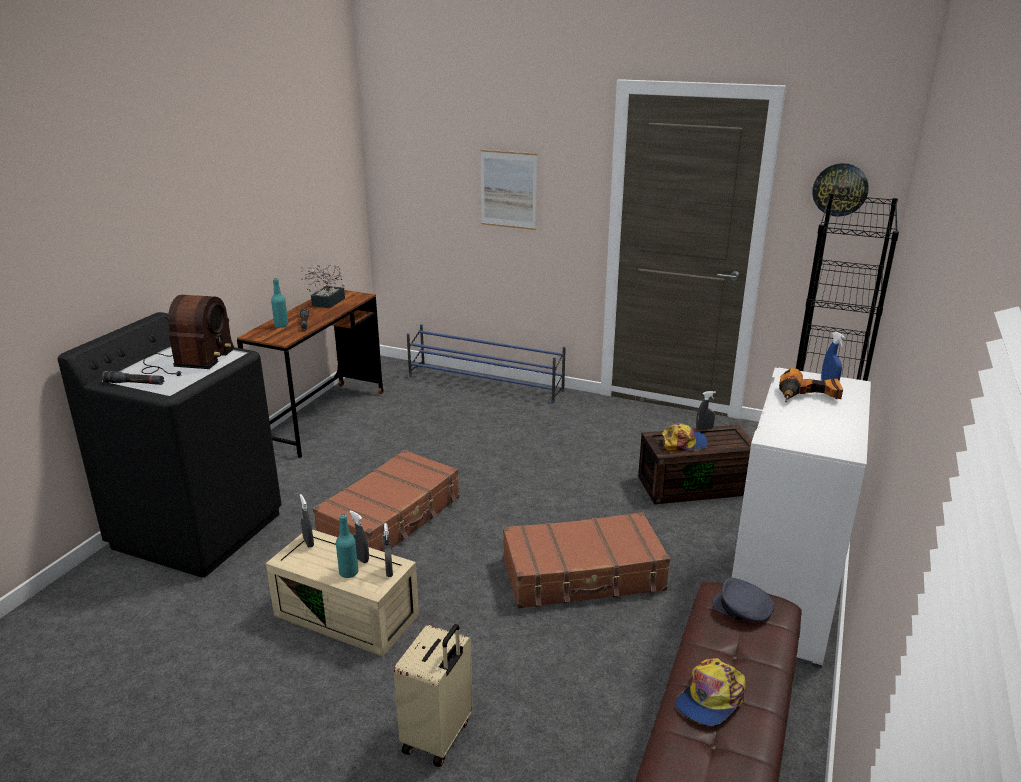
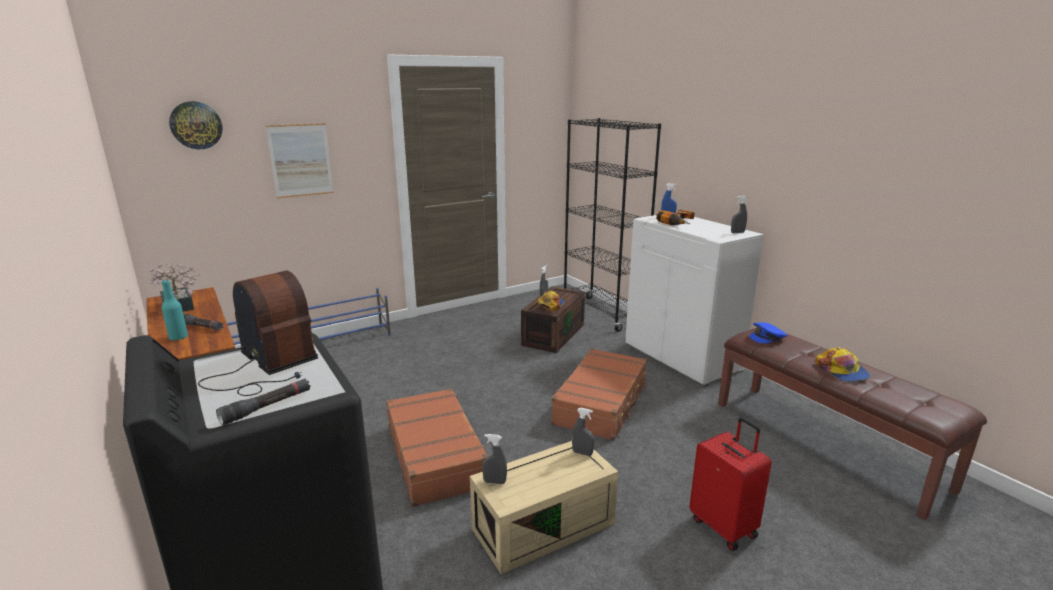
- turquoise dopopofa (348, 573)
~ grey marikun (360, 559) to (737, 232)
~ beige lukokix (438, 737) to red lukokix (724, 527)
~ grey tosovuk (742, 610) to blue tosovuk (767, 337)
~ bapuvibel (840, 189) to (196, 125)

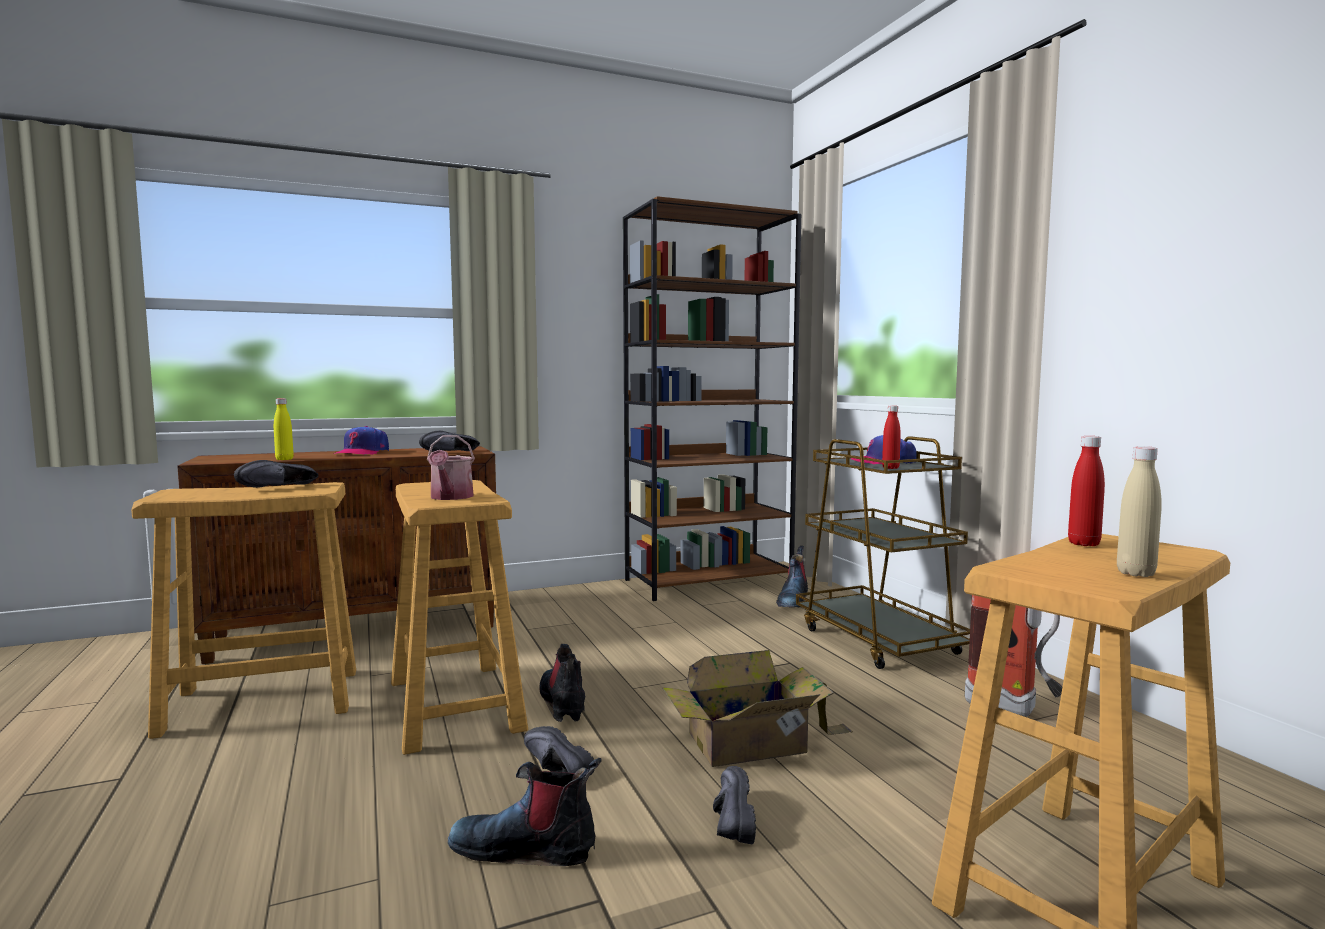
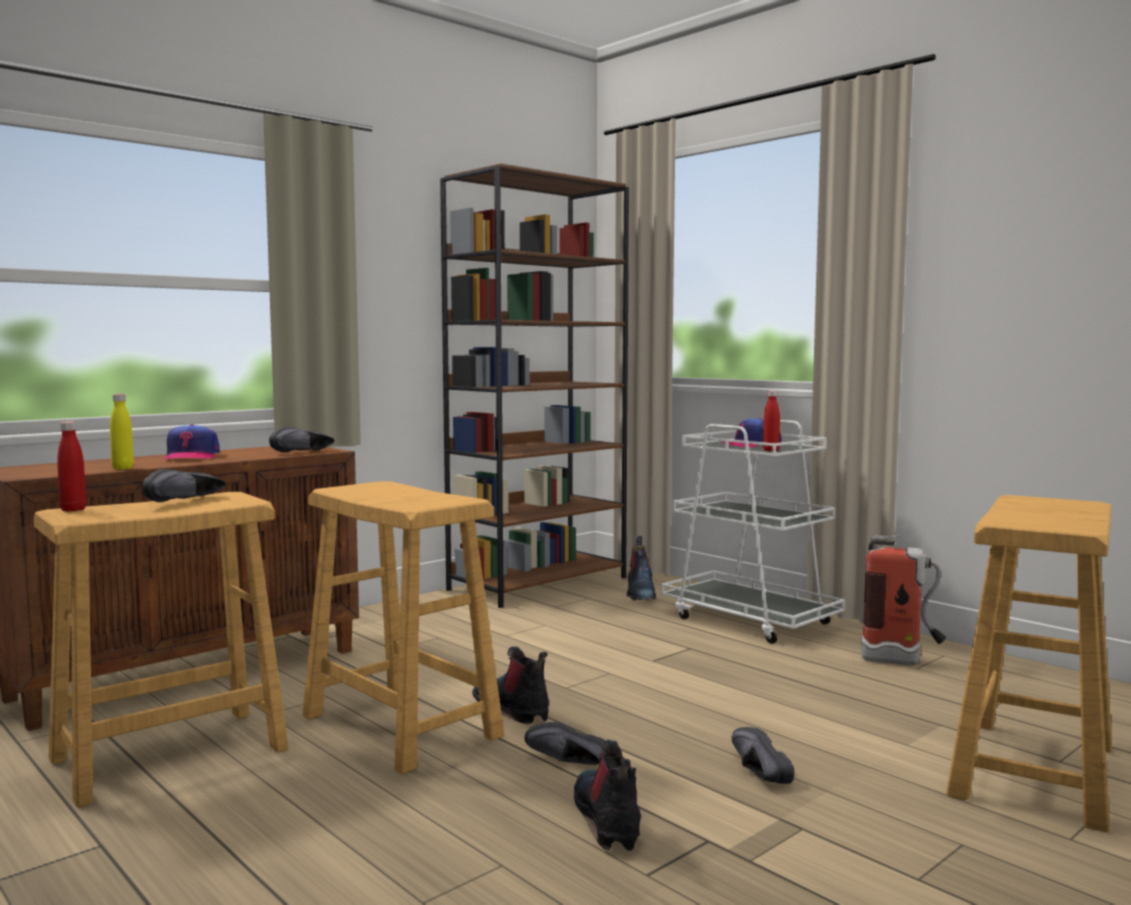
- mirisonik (450, 497)
~ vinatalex (526, 849) = (608, 820) 90 degrees clockwise
- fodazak (752, 743)
~ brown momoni (878, 640) to white momoni (750, 620)
~ red dopopofa (1083, 544) to (73, 509)
- beige dopopofa (1135, 573)

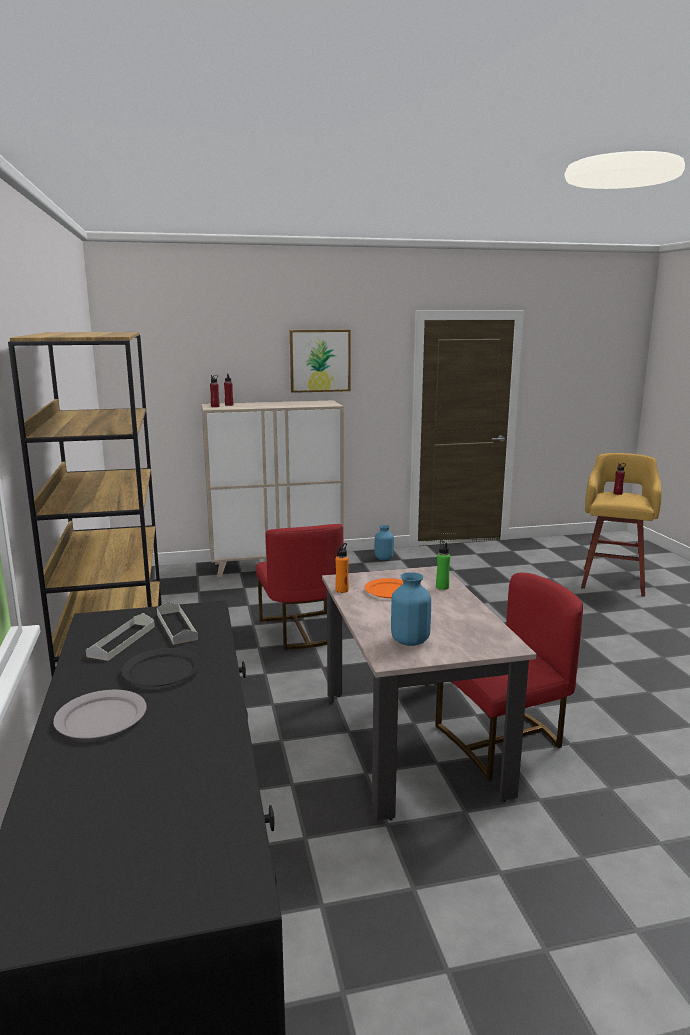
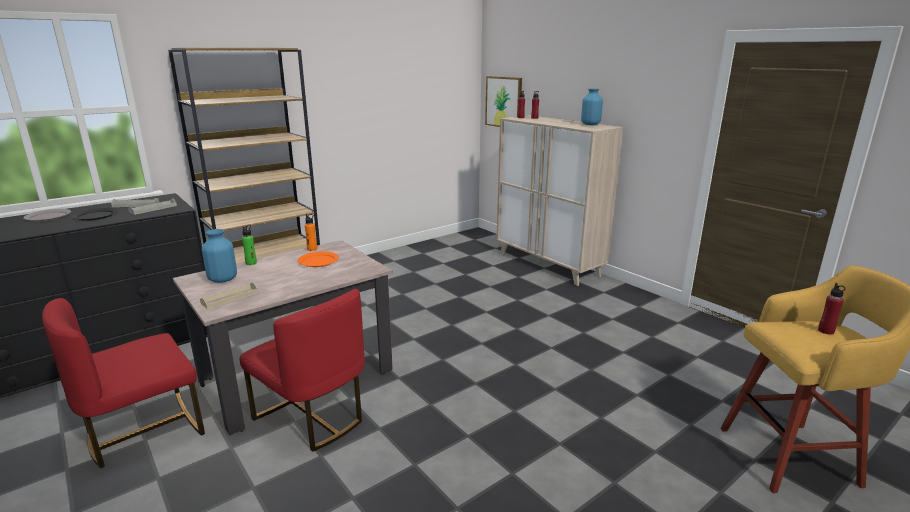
~ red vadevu (300, 631) to (144, 431)
~ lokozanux (320, 361) to (504, 102)
~ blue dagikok (384, 558) to (590, 124)
~ green dopopofa (442, 587) to (251, 263)
+ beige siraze (230, 298)

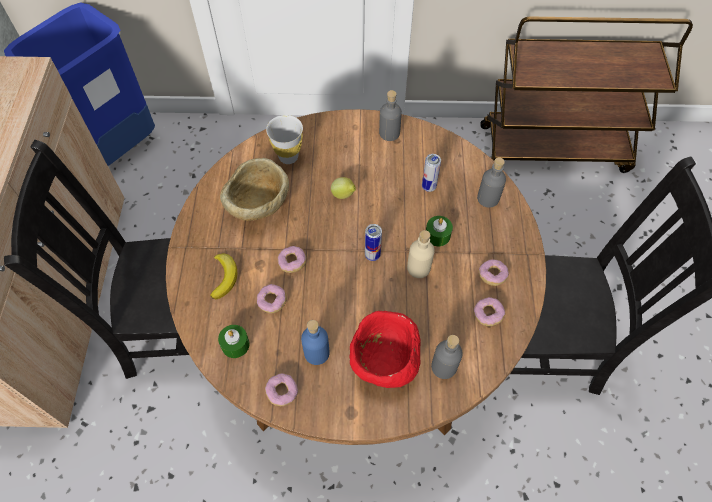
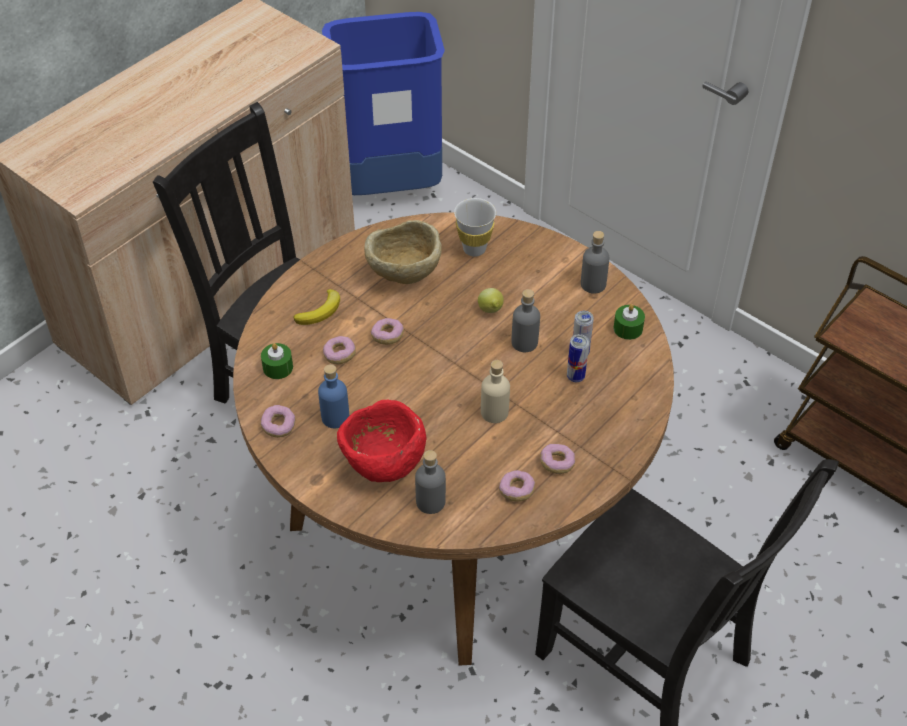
~ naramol (372, 255) to (575, 377)
~ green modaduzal (437, 235) to (628, 328)
~ grey dopopofa (488, 198) to (524, 342)

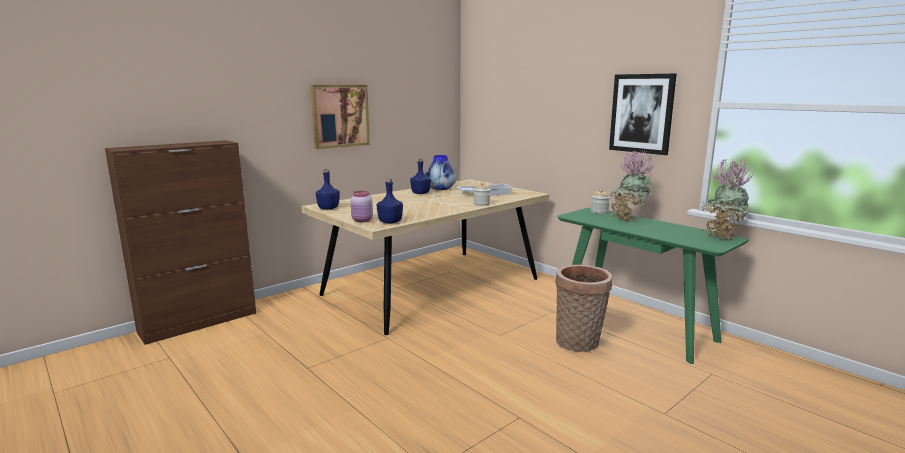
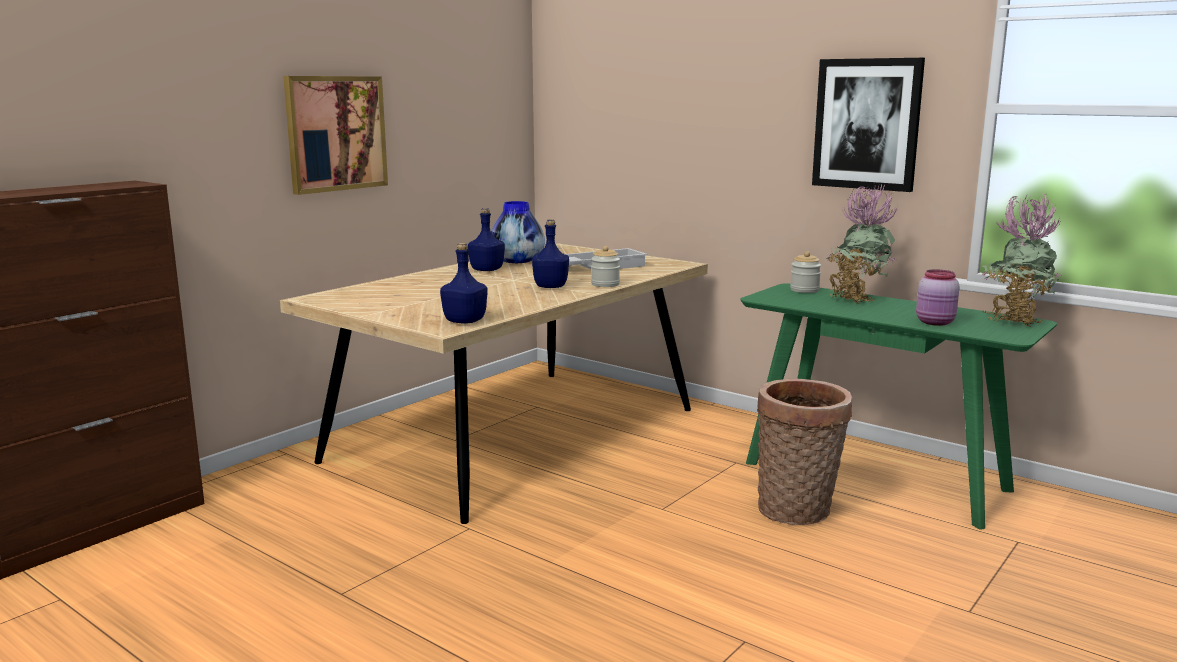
~ blue dopopofa (328, 208) to (551, 287)
~ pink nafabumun (362, 220) to (936, 322)

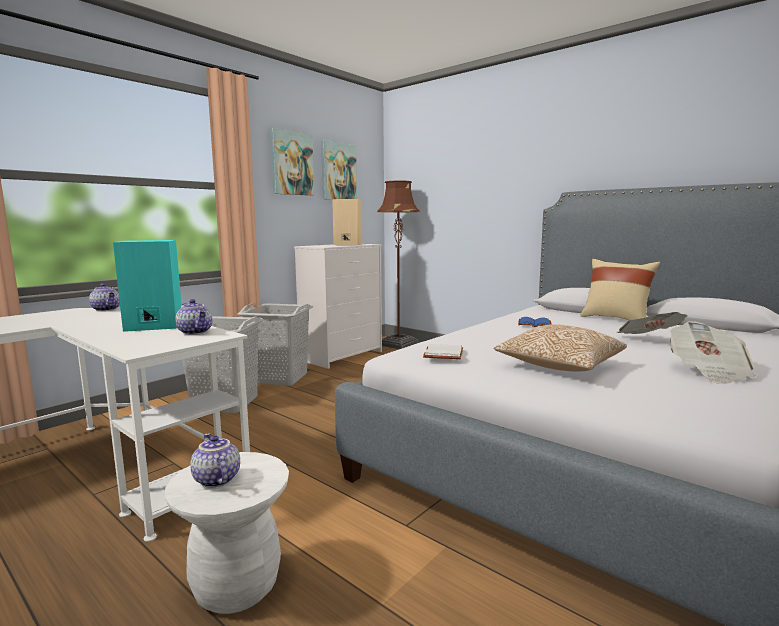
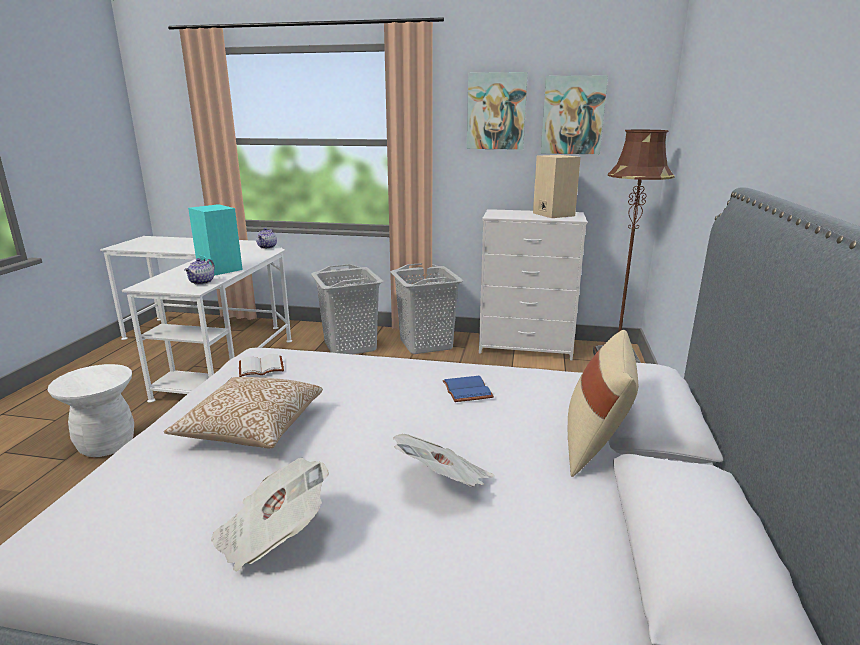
- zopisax (215, 479)

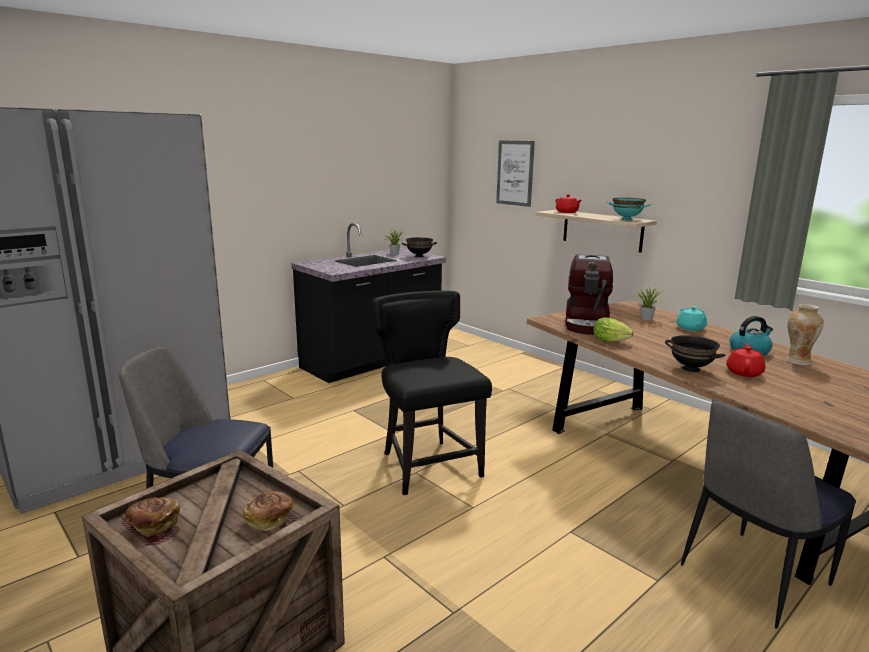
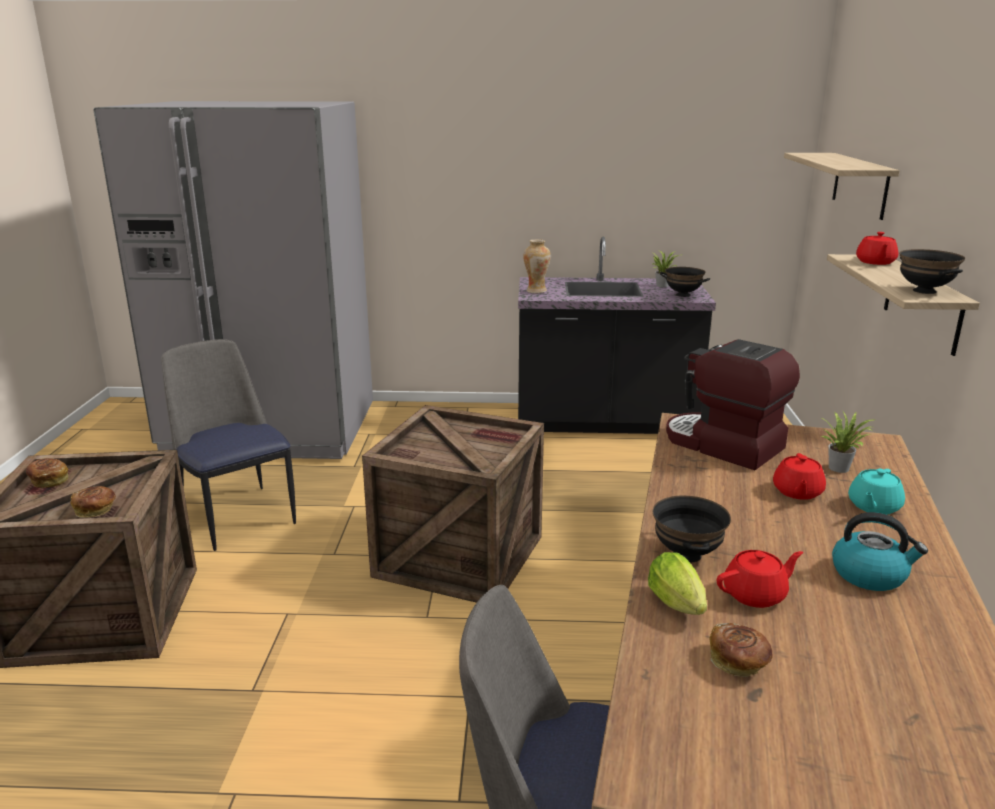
~ black vadevu (428, 465) to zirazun (462, 555)
~ lokozanux (515, 173) to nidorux (860, 185)
~ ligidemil (587, 323) = (722, 445) 75 degrees clockwise
~ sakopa (612, 341) to (679, 607)
~ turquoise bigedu (626, 219) to black bigedu (923, 291)
~ dagikok (797, 361) to (536, 291)
+ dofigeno (738, 663)
+ red zopisax (797, 492)

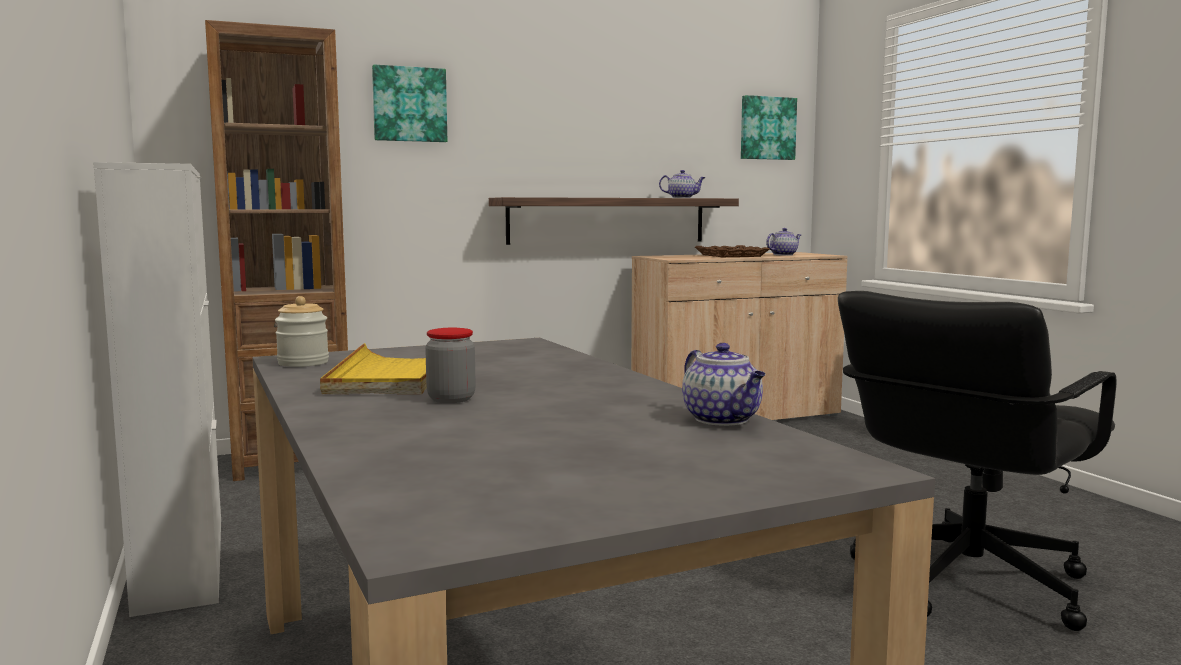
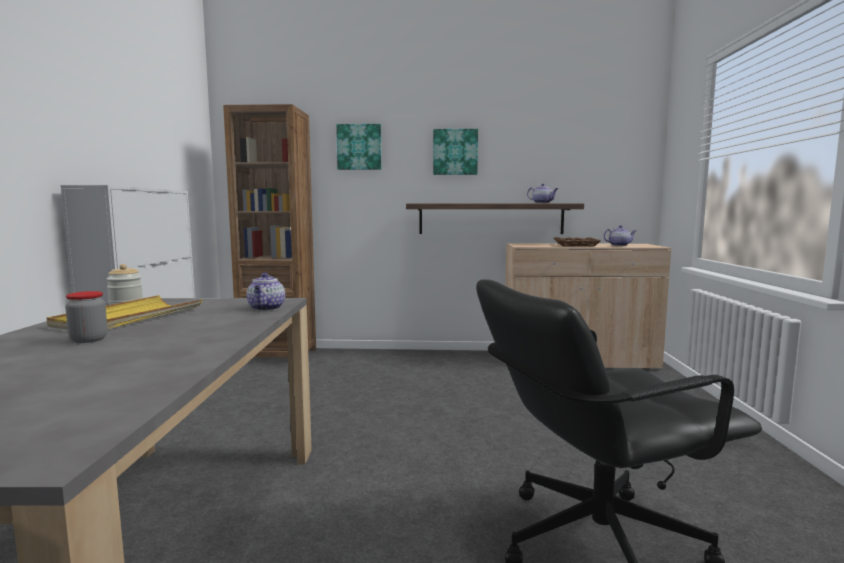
~ zopisax (723, 420) to (266, 308)
~ lokozanux (767, 128) to (455, 152)

